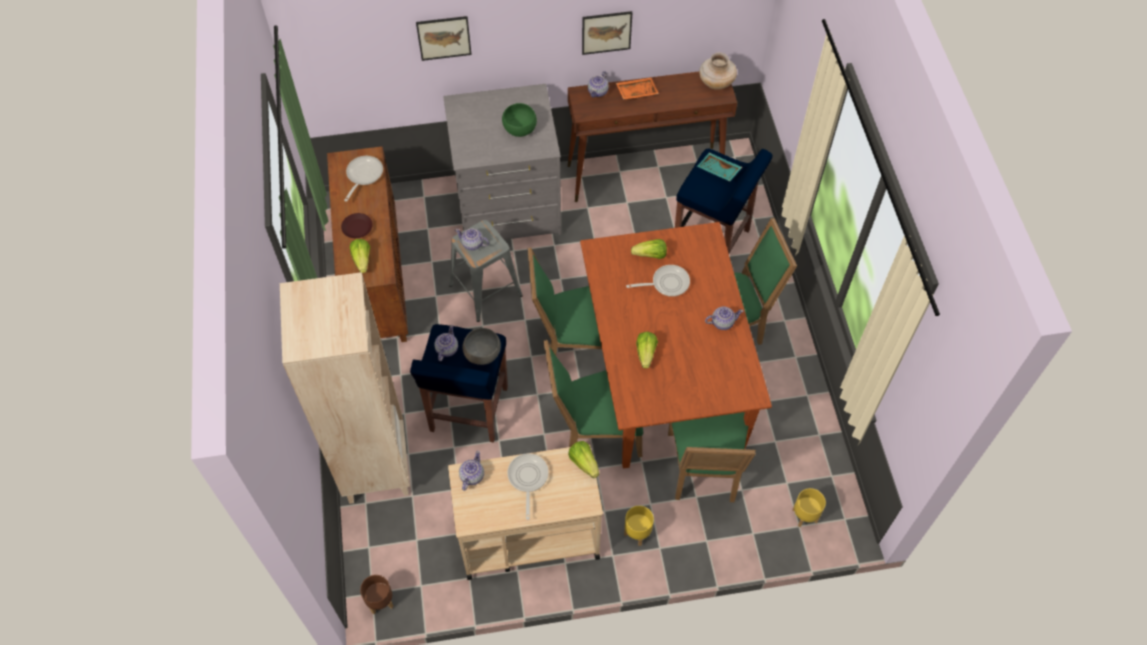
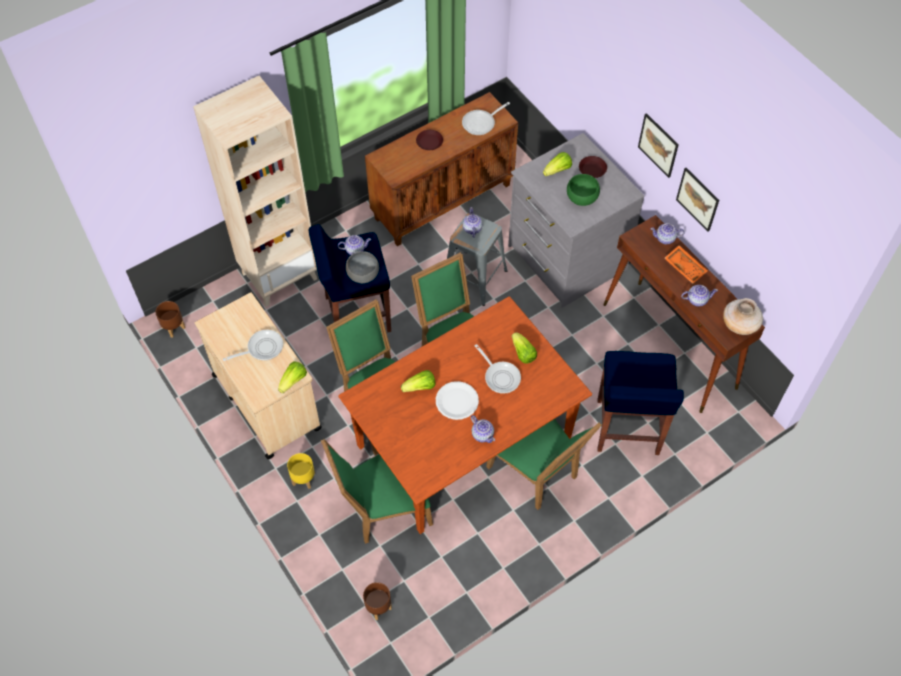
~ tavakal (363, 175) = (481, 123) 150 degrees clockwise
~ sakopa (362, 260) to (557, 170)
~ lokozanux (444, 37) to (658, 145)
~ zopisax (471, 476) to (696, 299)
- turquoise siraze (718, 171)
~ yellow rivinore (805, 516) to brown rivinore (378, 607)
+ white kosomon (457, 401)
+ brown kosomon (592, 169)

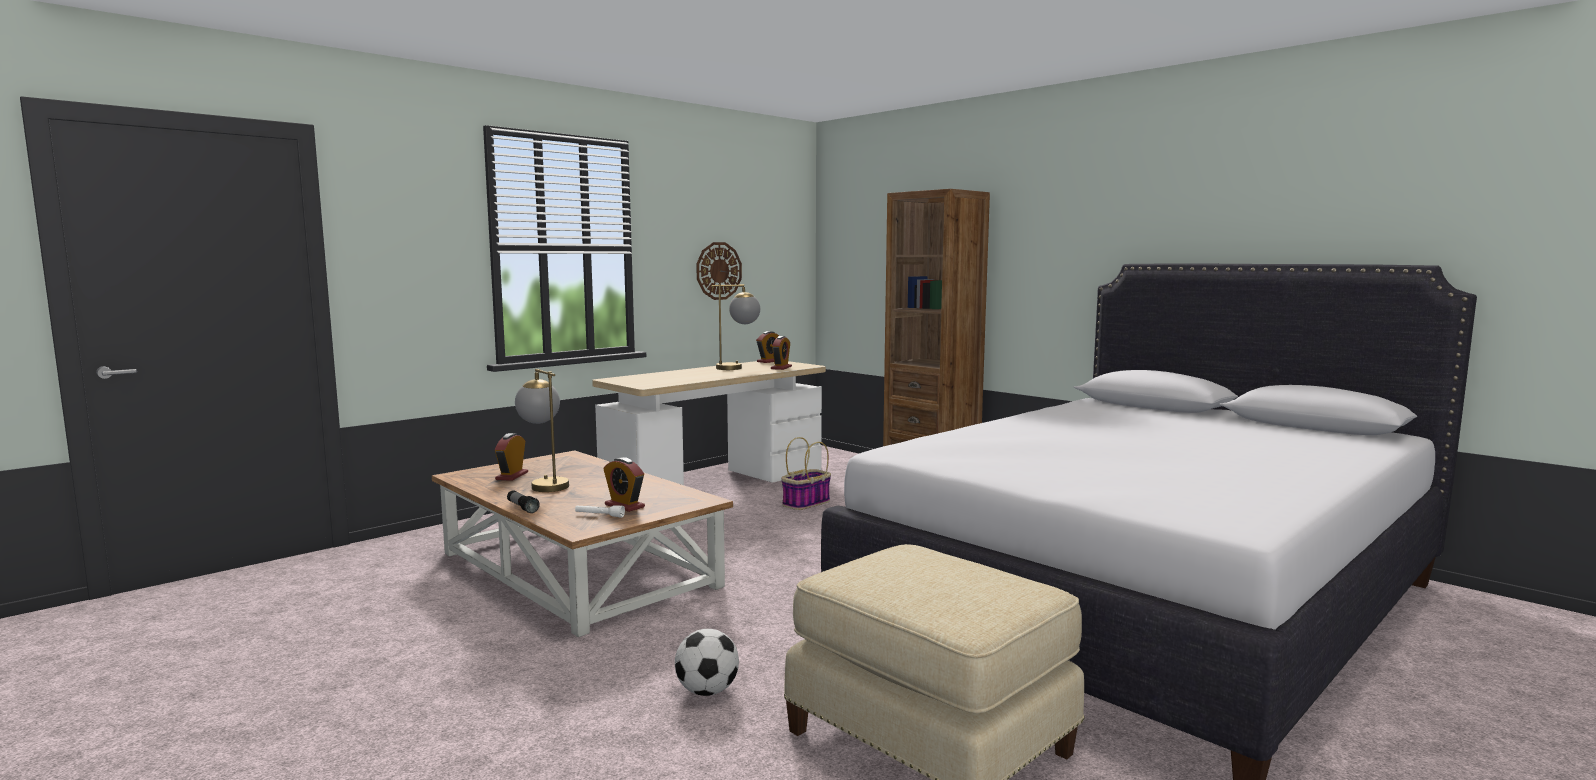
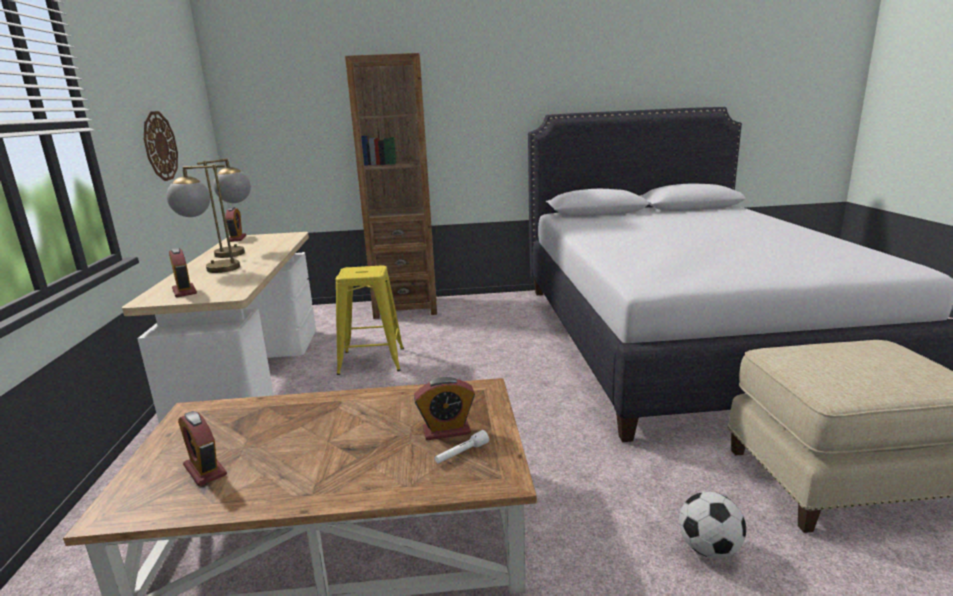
- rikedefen (522, 508)
~ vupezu (544, 484) to (211, 269)
~ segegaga (781, 368) to (184, 291)
~ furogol (806, 503) to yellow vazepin (371, 361)

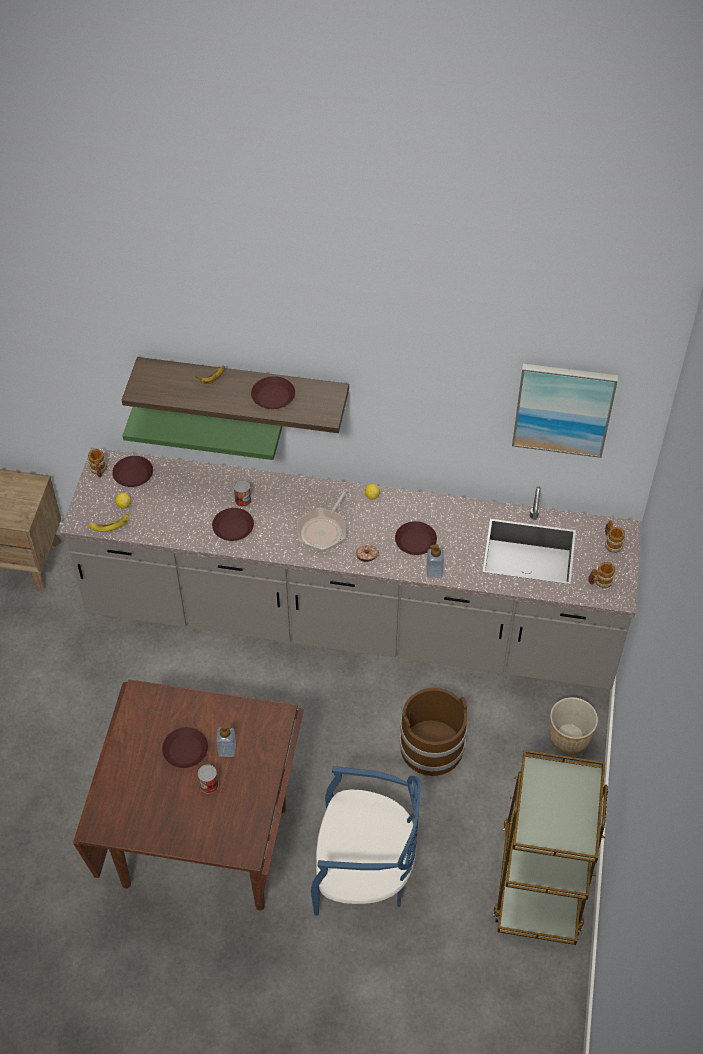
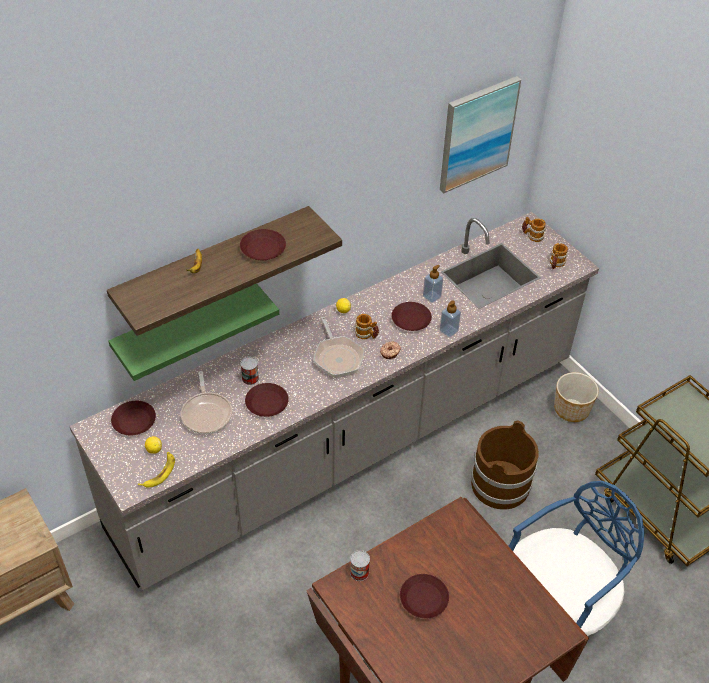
~ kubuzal (99, 471) to (366, 335)
~ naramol (209, 785) to (359, 572)
~ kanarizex (227, 750) to (431, 296)
+ tavakal (207, 413)

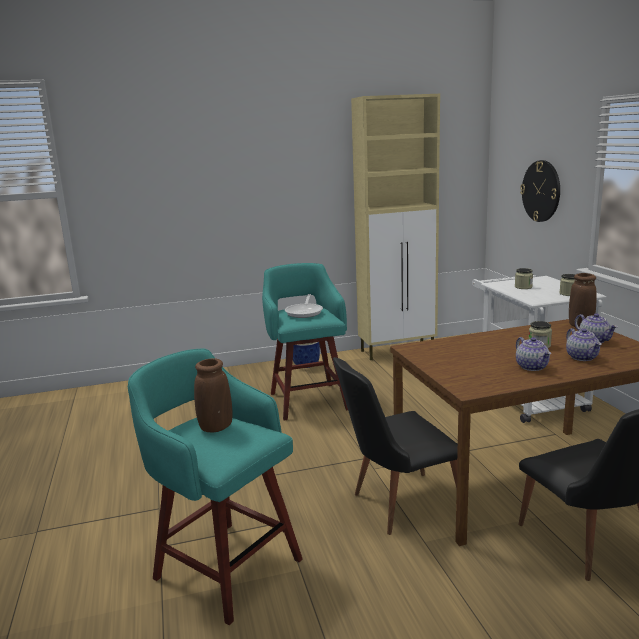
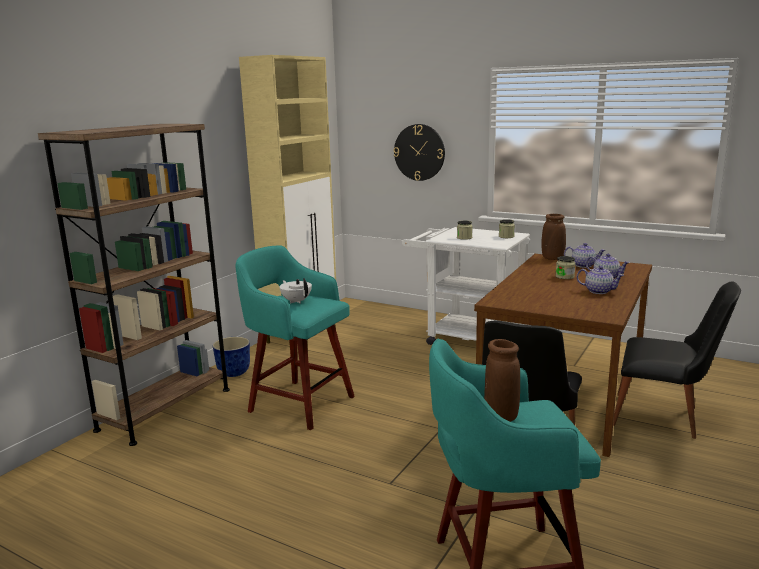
~ tavakal (305, 312) to white zopisax (296, 301)
+ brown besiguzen (165, 409)

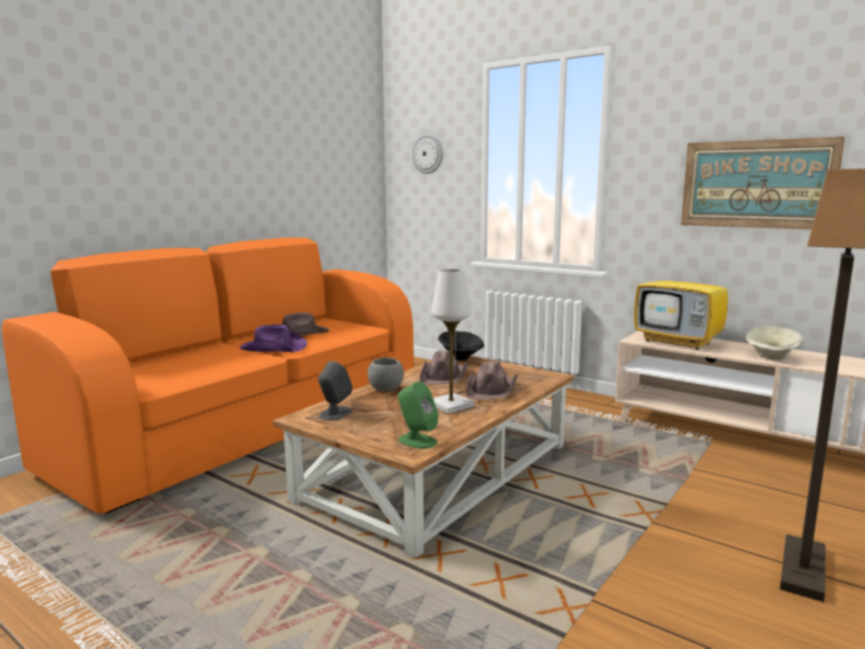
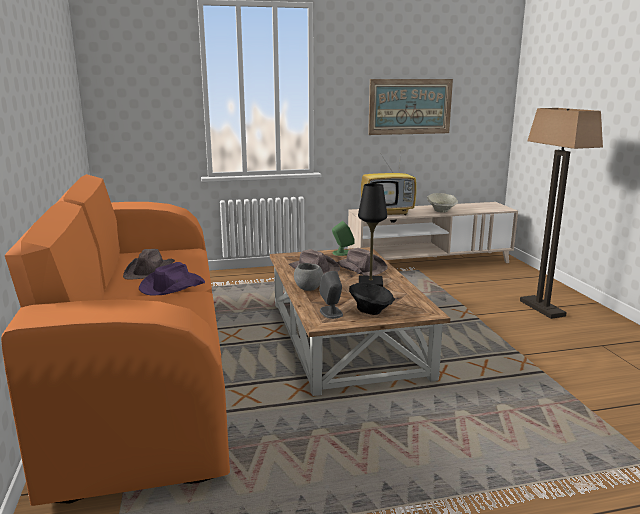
~ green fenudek (417, 441) to (343, 253)
- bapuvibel (428, 154)
~ white vupezu (451, 405) to black vupezu (370, 283)
~ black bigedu (461, 358) to (371, 312)

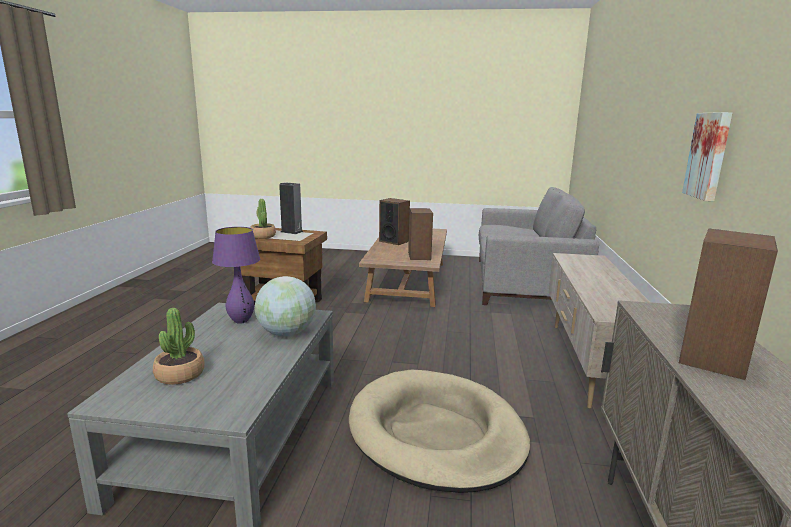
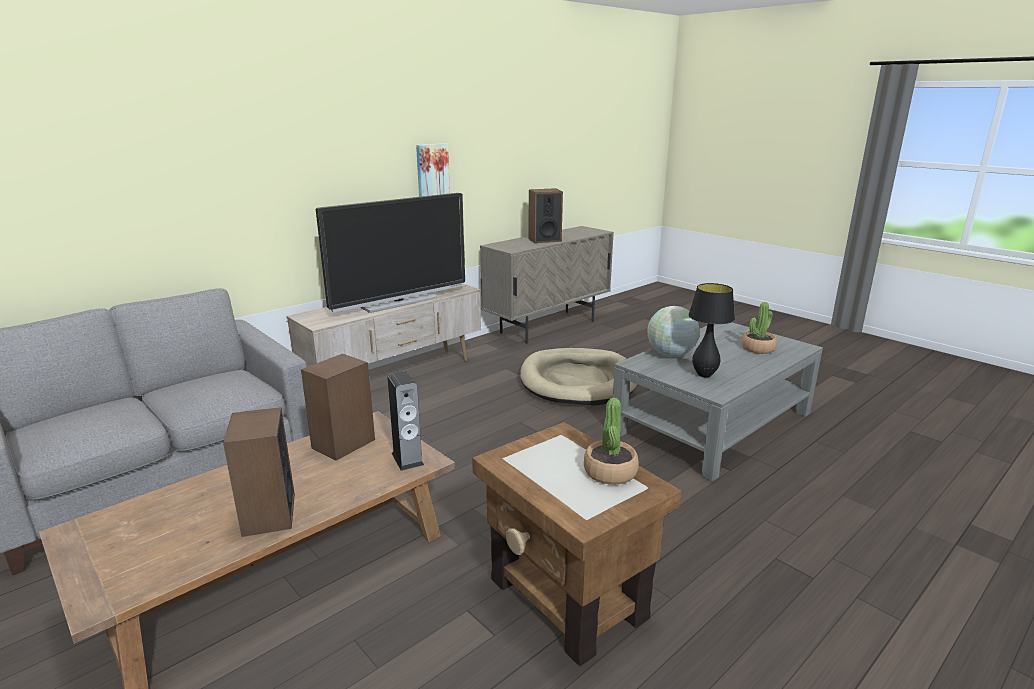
~ purple vupezu (241, 321) to black vupezu (704, 375)
~ fenudek (291, 231) to (407, 459)
+ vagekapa (399, 302)

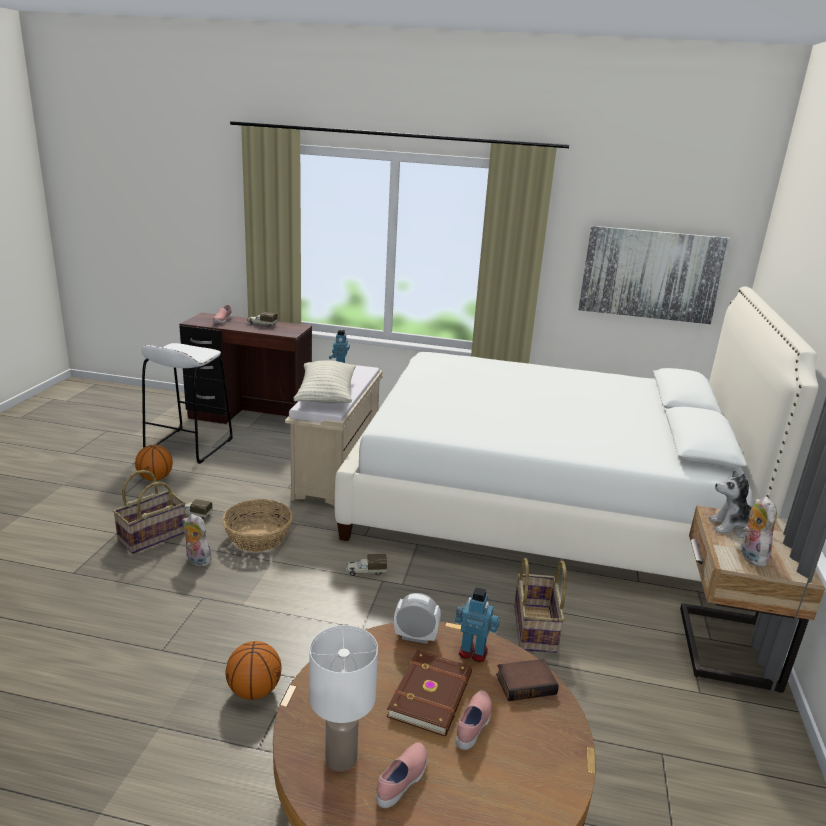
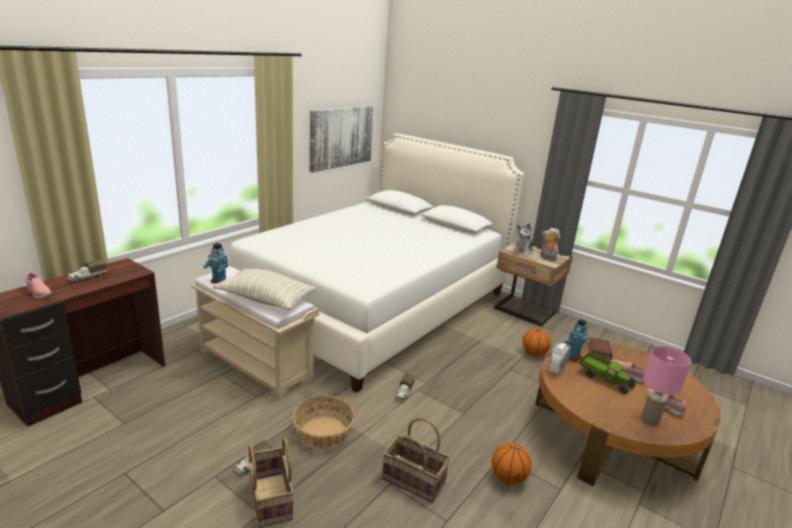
~ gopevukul (155, 478) to (534, 354)
- white vazepin (188, 445)
- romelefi (196, 561)
~ white vupezu (342, 757) to pink vupezu (649, 420)
~ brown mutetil (432, 695) to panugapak (605, 379)
~ furogol (536, 629) to (414, 480)

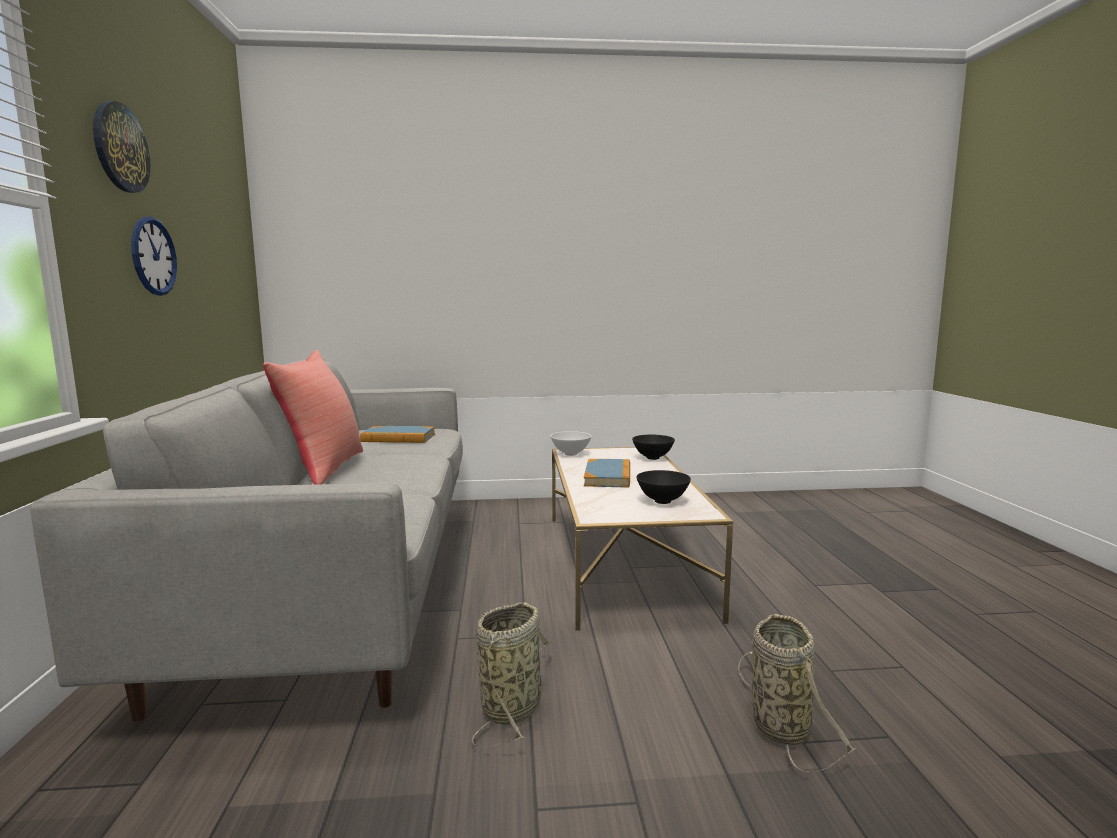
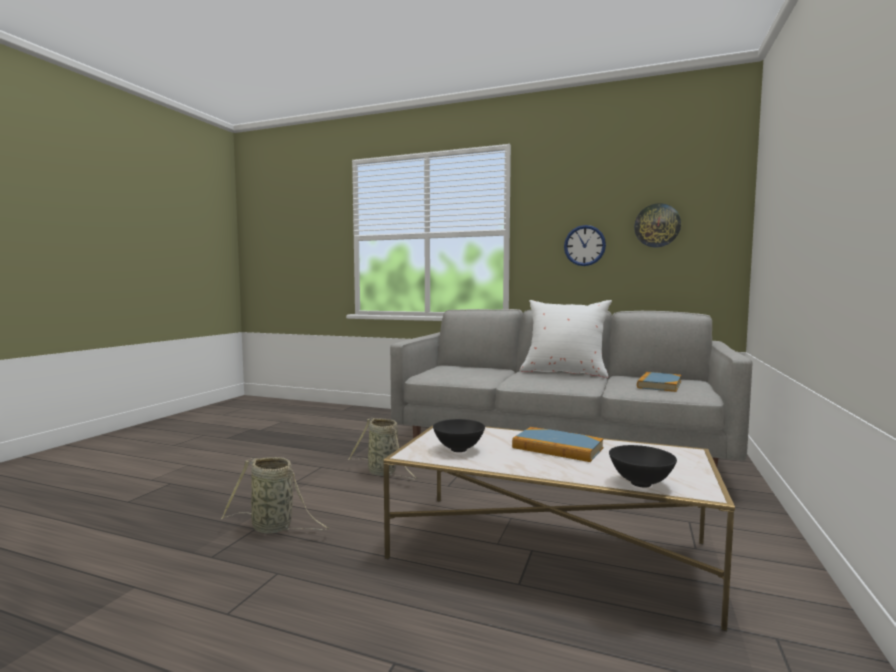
~ bapuvibel (120, 148) to (657, 225)
~ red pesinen (323, 468) to white pesinen (564, 372)
- white bigedu (570, 454)

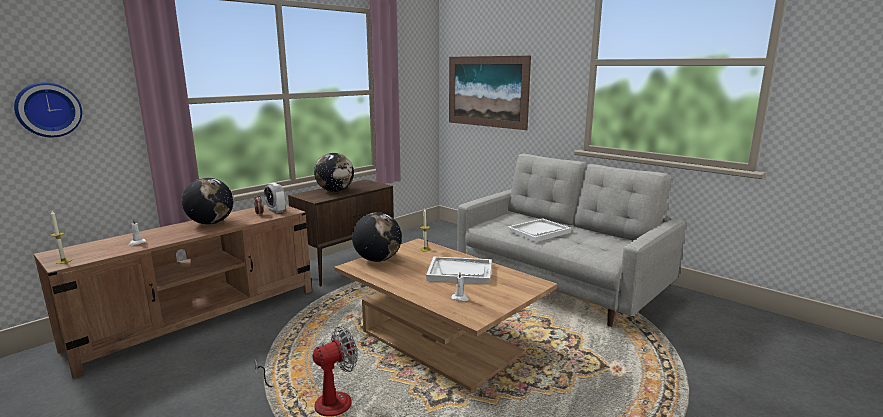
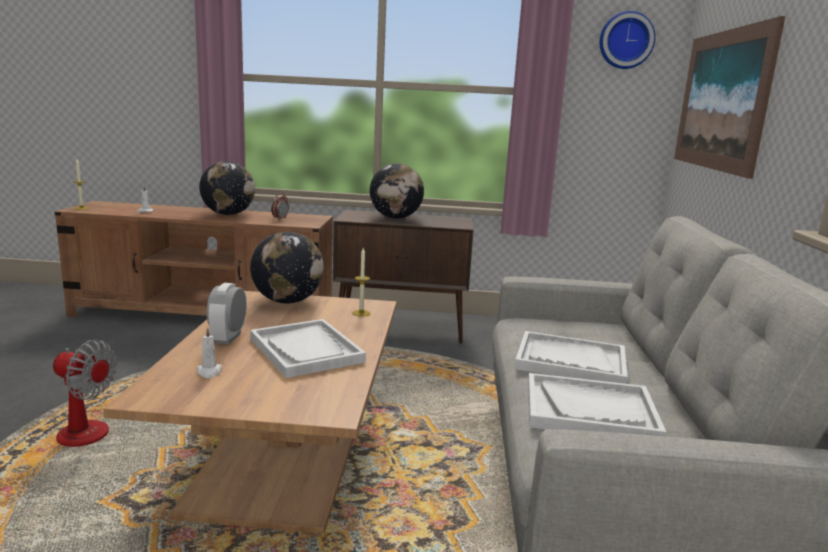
~ bapuvibel (48, 109) to (625, 40)
~ segegaga (276, 211) to (228, 338)
+ white siraze (590, 410)

